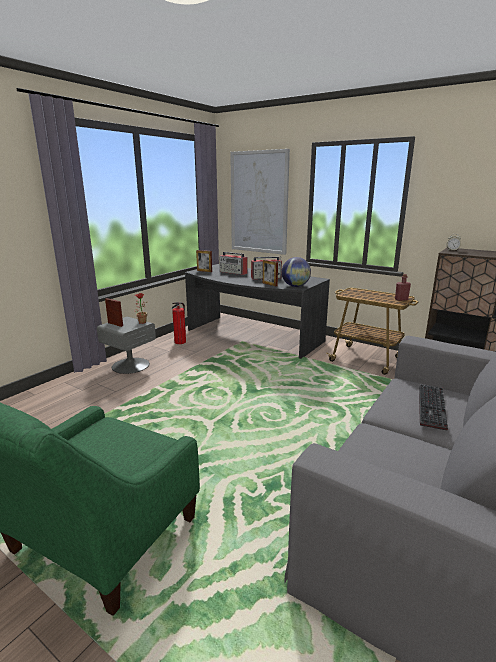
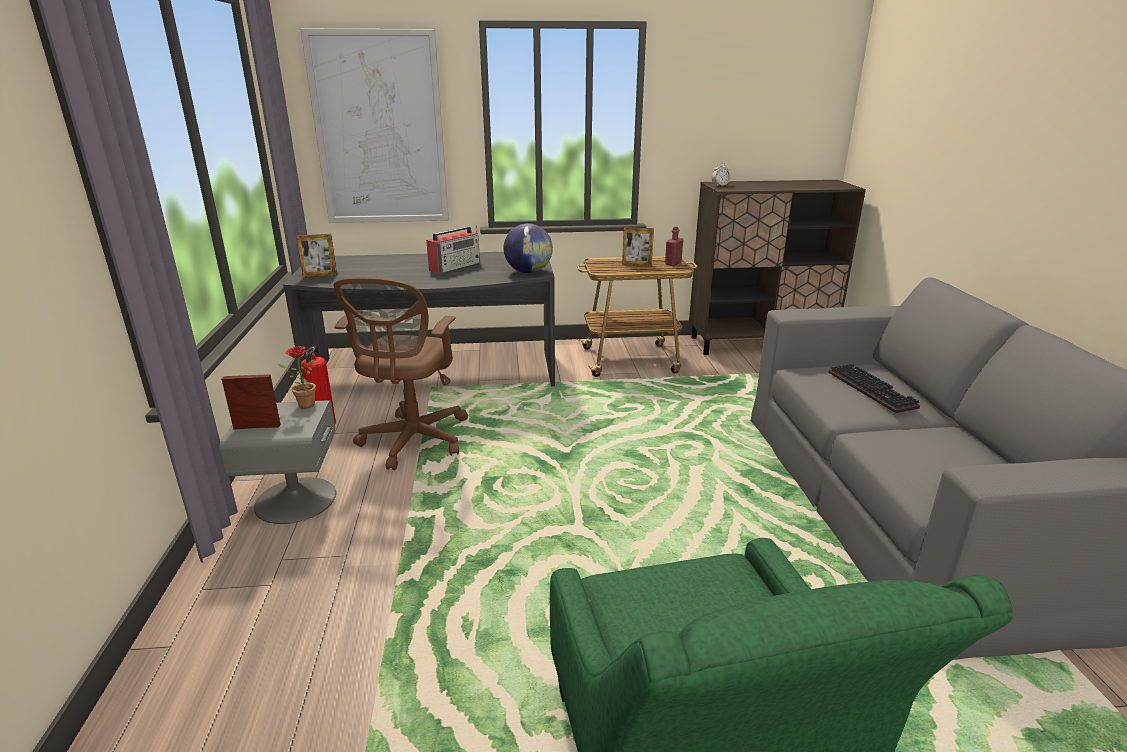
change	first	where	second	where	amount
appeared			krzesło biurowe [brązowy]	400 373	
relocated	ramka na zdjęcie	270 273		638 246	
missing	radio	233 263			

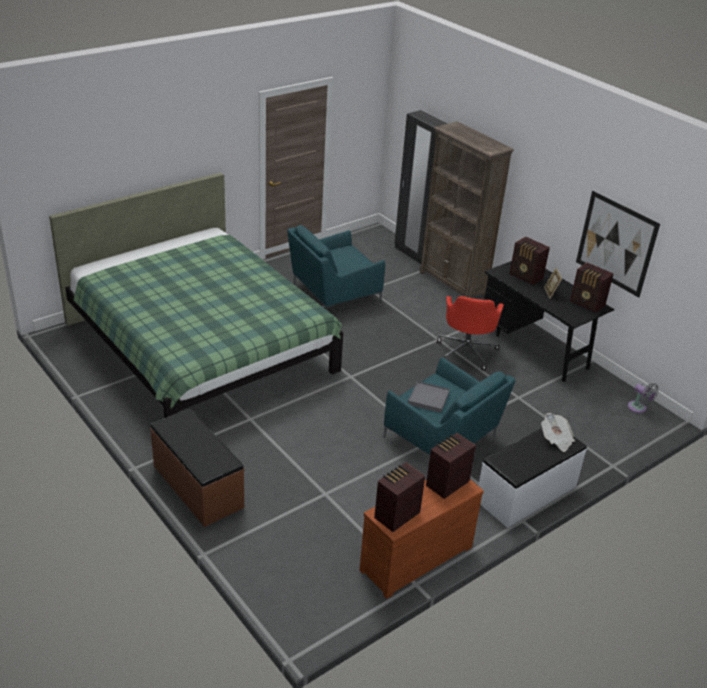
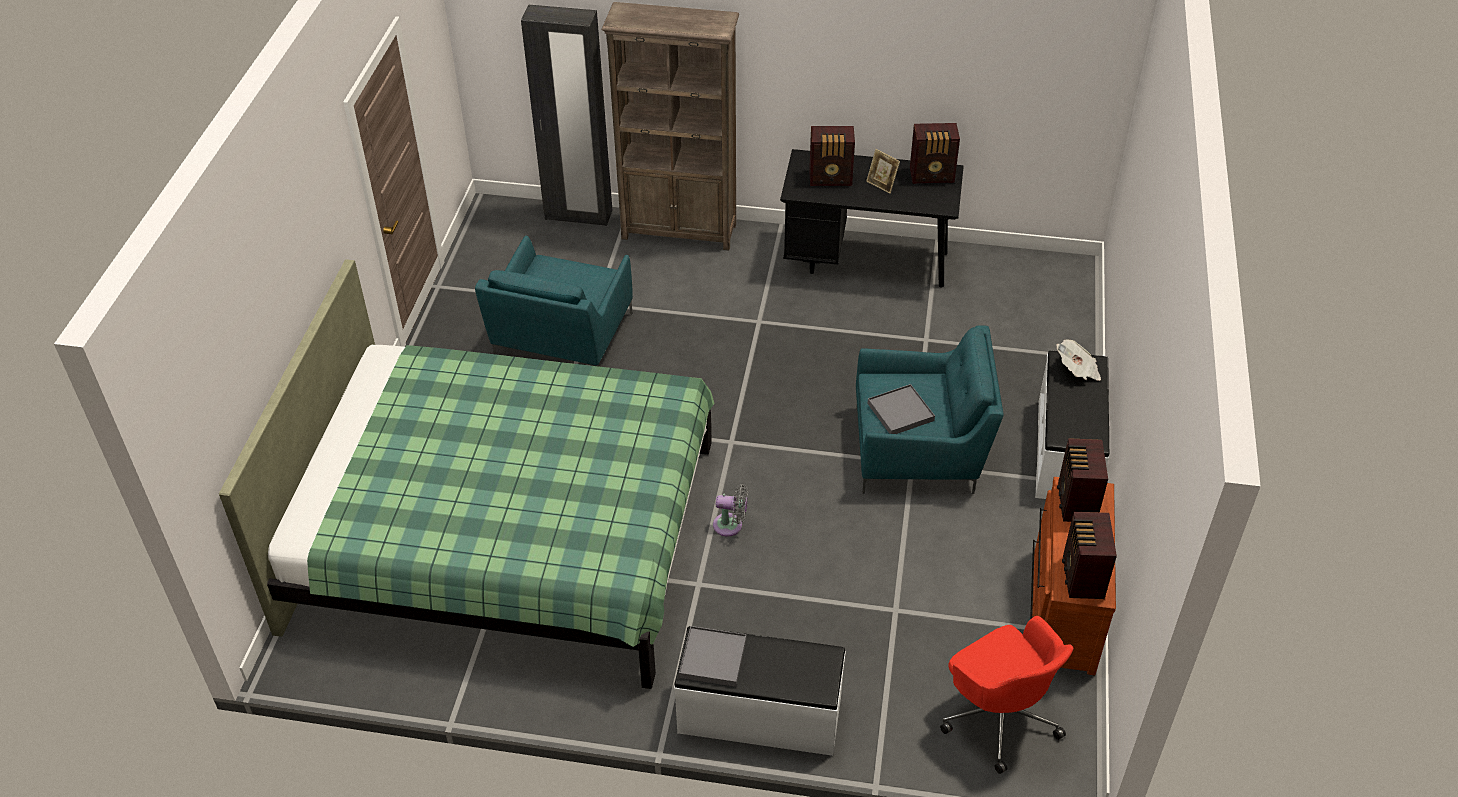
change	first	where	second	where	amount
colour	ławka [brązowy]	197 468	ławka [biały]	760 691	
appeared			taca [szary]	712 656	
relocated	wentylator [szary]	643 398		730 510	
relocated	krzesło biurowe [czerwony]	470 333		1006 695	
missing	obraz	618 244			

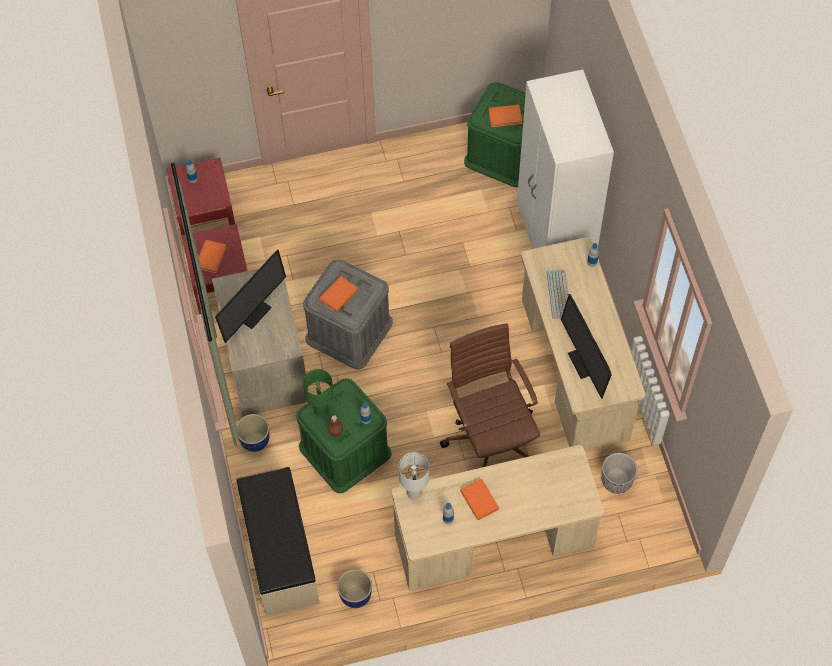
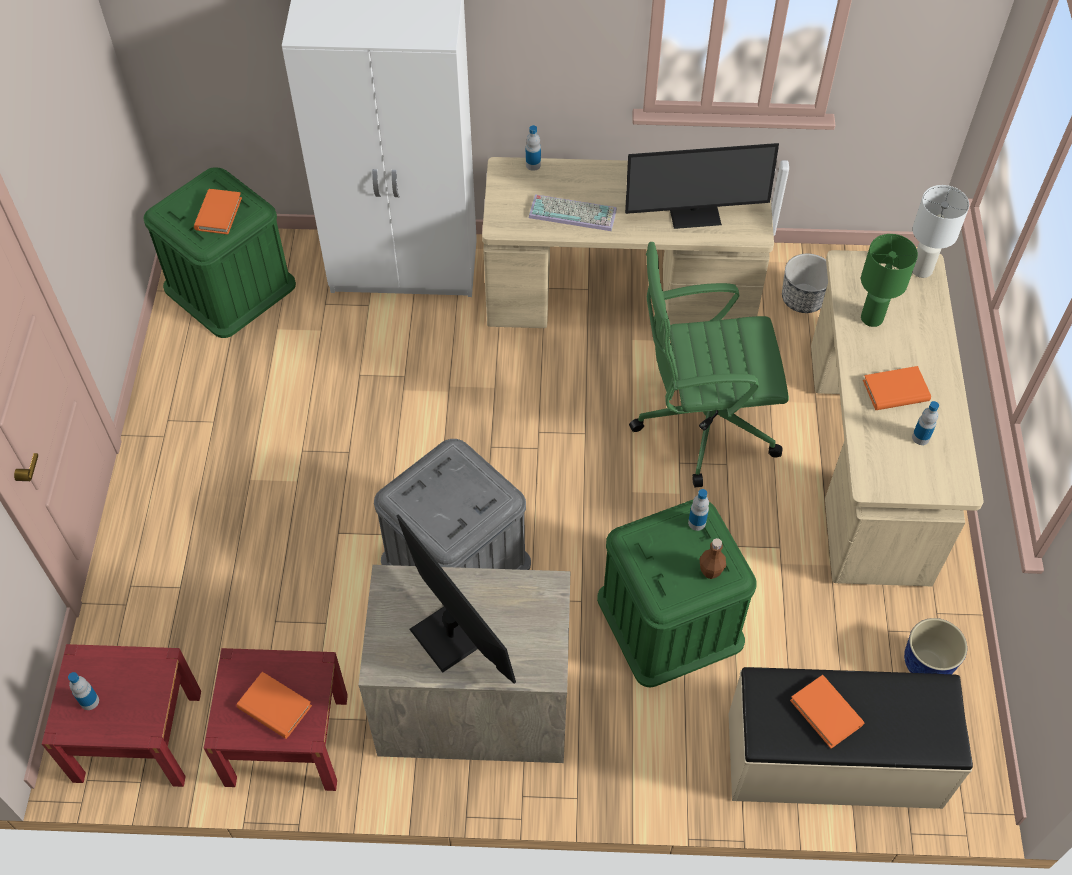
change	first	where	second	where	amount
colour	krzesło biurowe [brązowy]	490 395	krzesło biurowe [zielony]	709 364	
relocated	książka [pomarańczowy]	339 294		827 712	
relocated	lampa stołowa [zielony]	318 393		889 280	
relocated	lampa stołowa [biały]	414 476		940 231	
missing	donica	252 433			

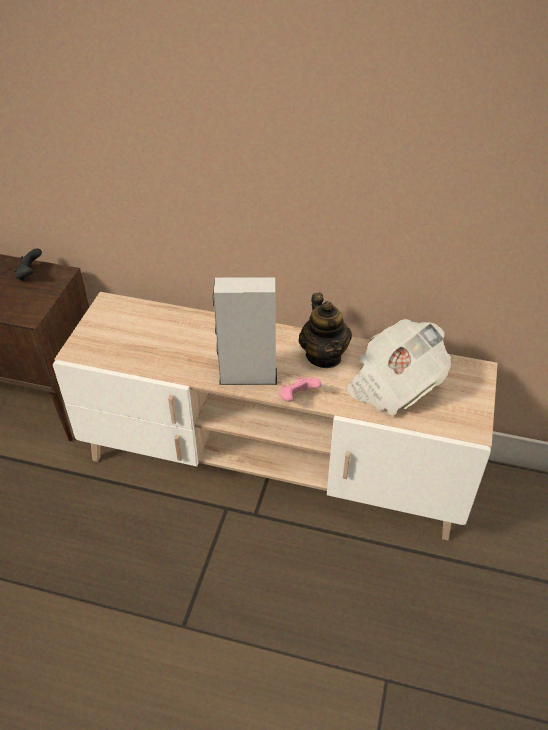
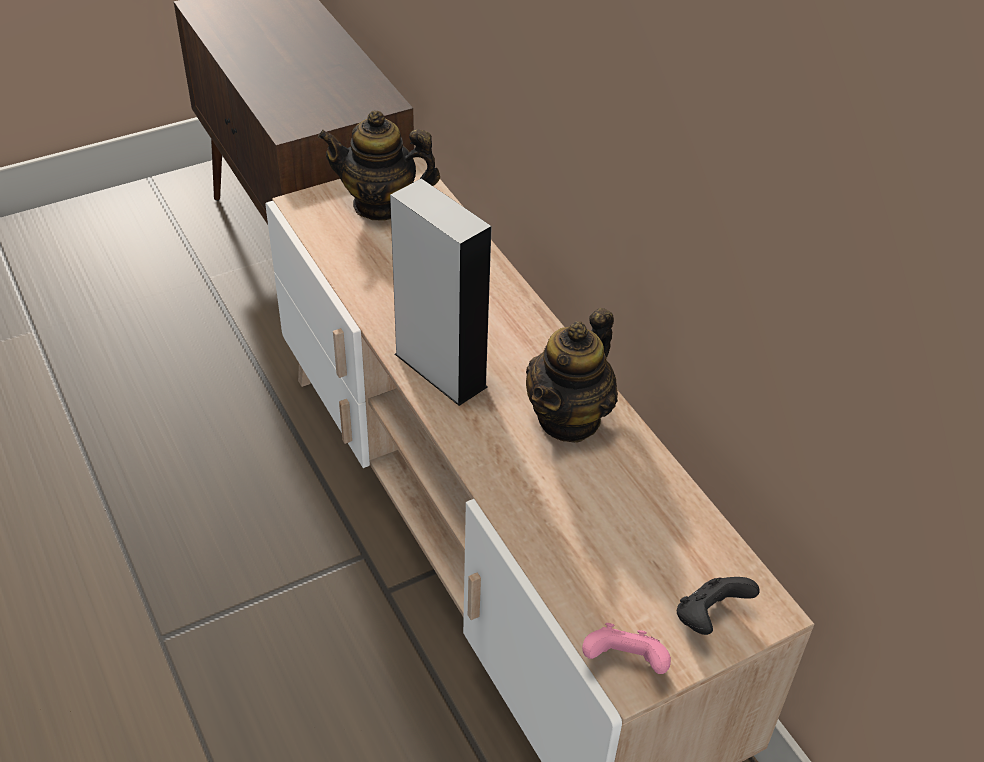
change	first	where	second	where	amount
appeared			imbryk	379 165	
relocated	pad do gier [różowy]	300 389		626 648	
relocated	pad do gier [czarny]	28 264		718 606	
missing	gazeta	399 367			

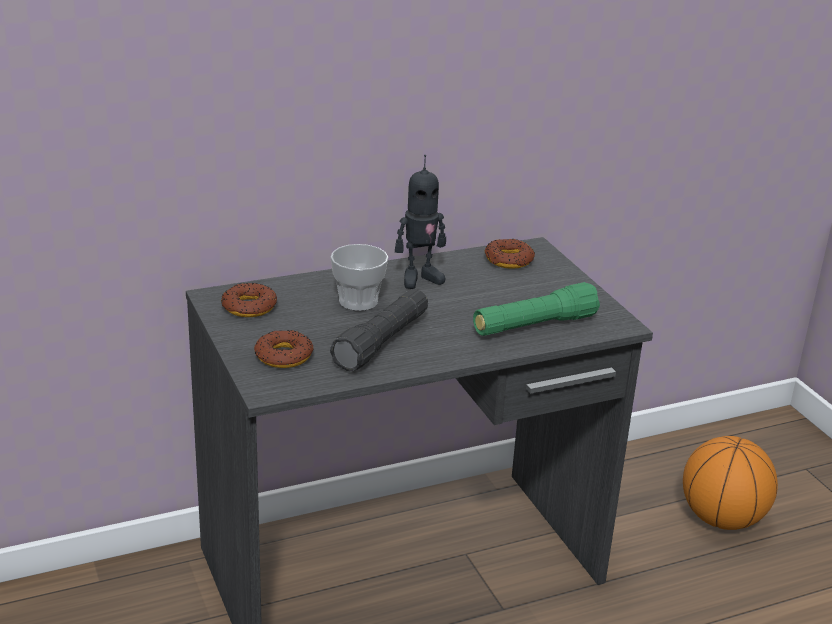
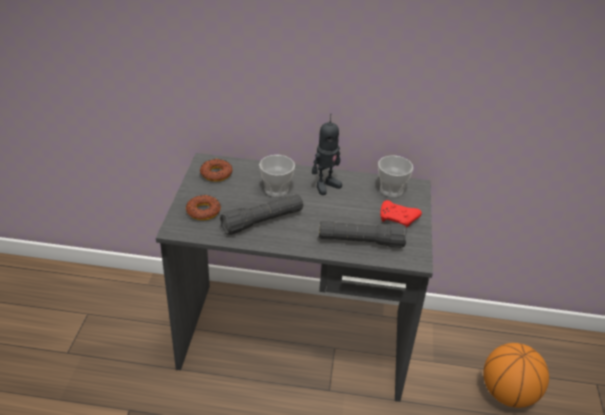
change	first	where	second	where	amount
spun	robot zabawkowy	420 222		327 154	45 degrees counterclockwise
colour	latarka [zielony]	536 309	latarka [czarny]	363 234	
exchanged	donut	510 254	filiżanka	395 176	
appeared			pad do gier [czerwony]	401 214	

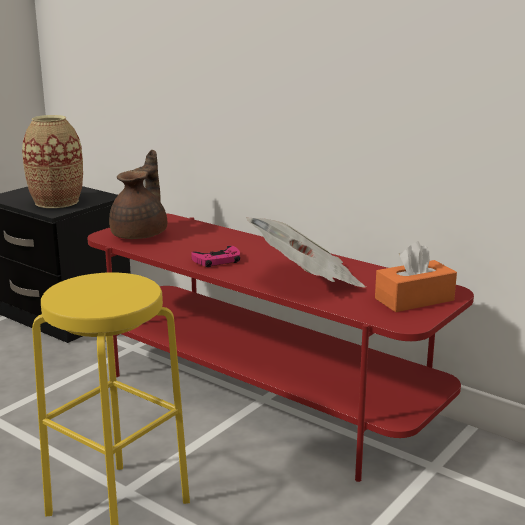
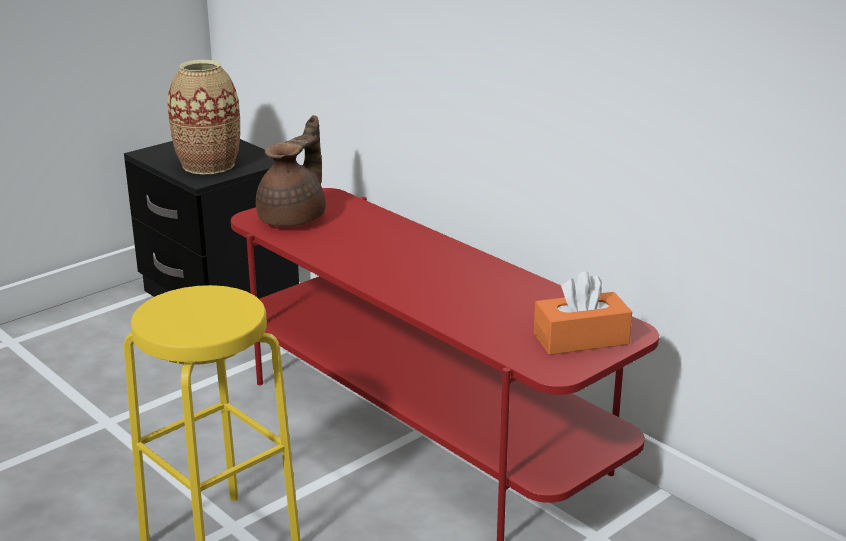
change	first	where	second	where	amount
missing	pad do gier [różowy]	215 256			
missing	gazeta	306 252			

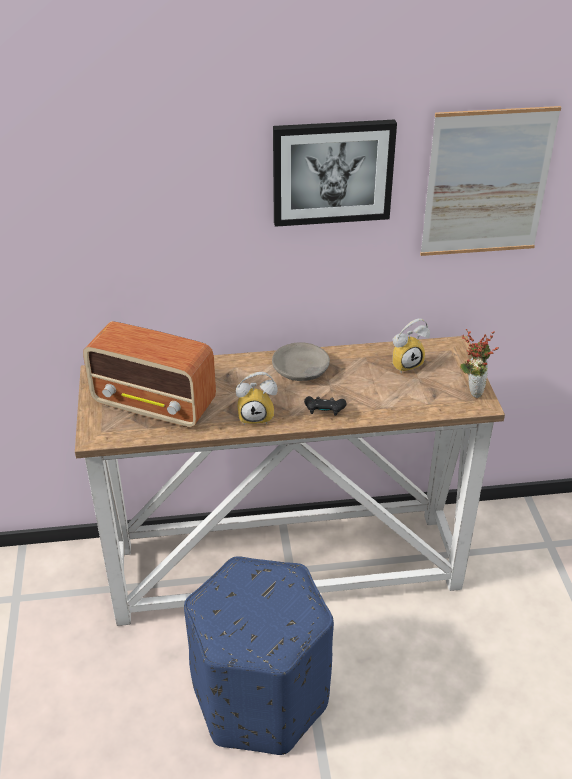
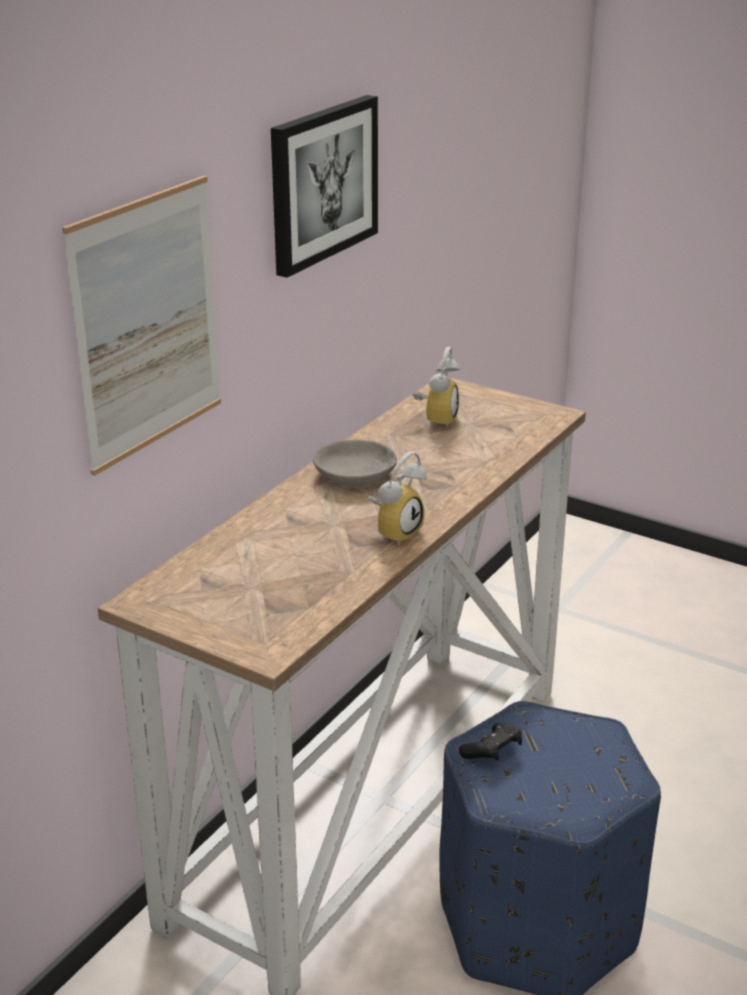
change	first	where	second	where	amount
relocated	obraz	490 181		141 326	
relocated	pad do gier [czarny]	325 406		490 742	
missing	radio	149 374			
missing	roślina doniczkowa	479 363			

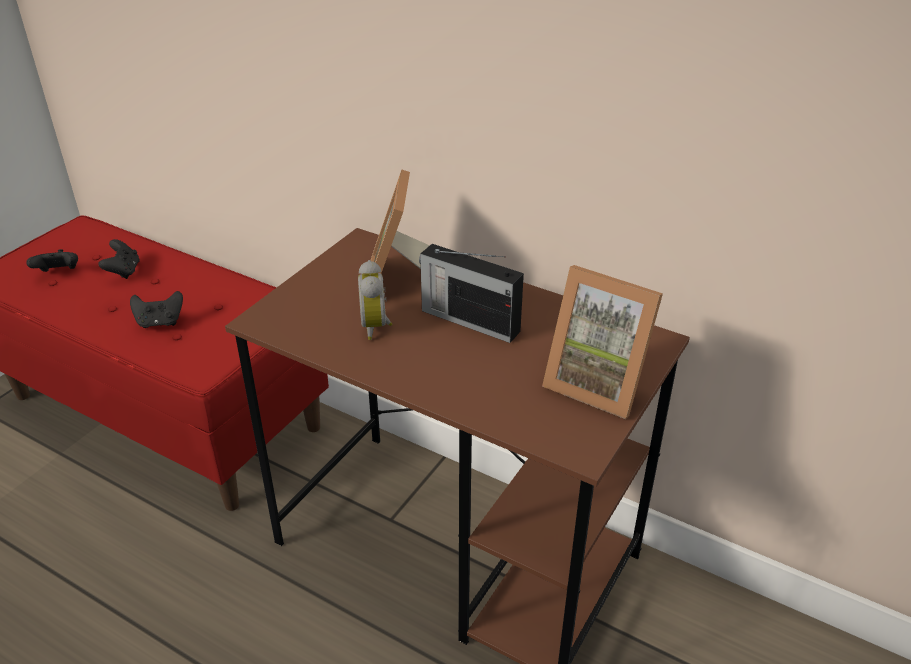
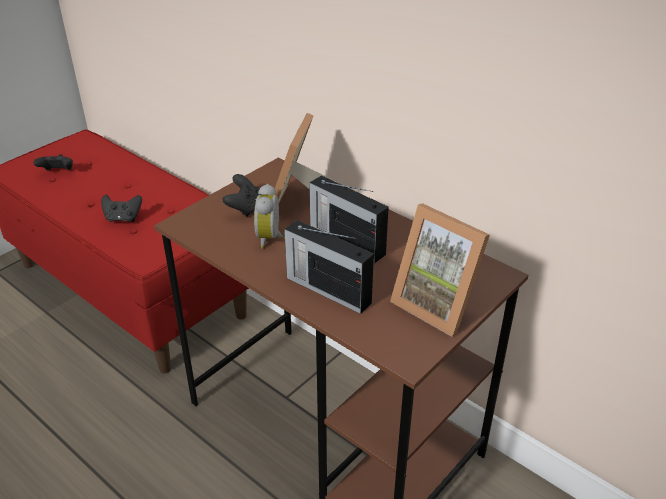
change	first	where	second	where	amount
relocated	pad do gier [czarny]	119 259		241 195	
appeared			radio	329 267	

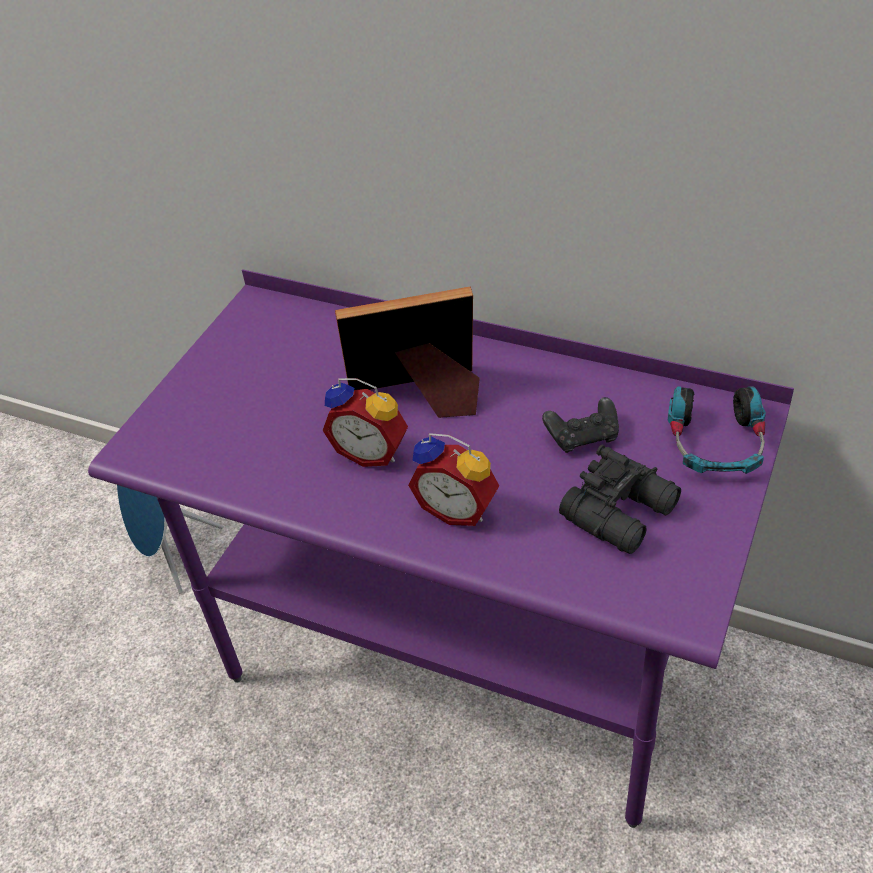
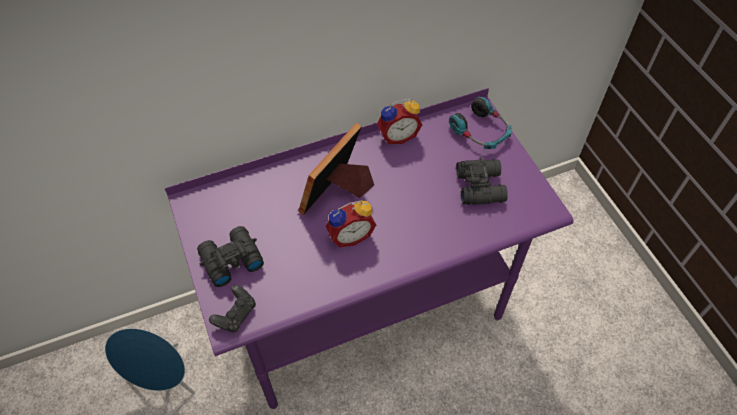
change	first	where	second	where	amount
appeared			lornetka [czarny]	230 256	
relocated	pad do gier [czarny]	580 425		232 308	
relocated	budzik	453 479		399 121	

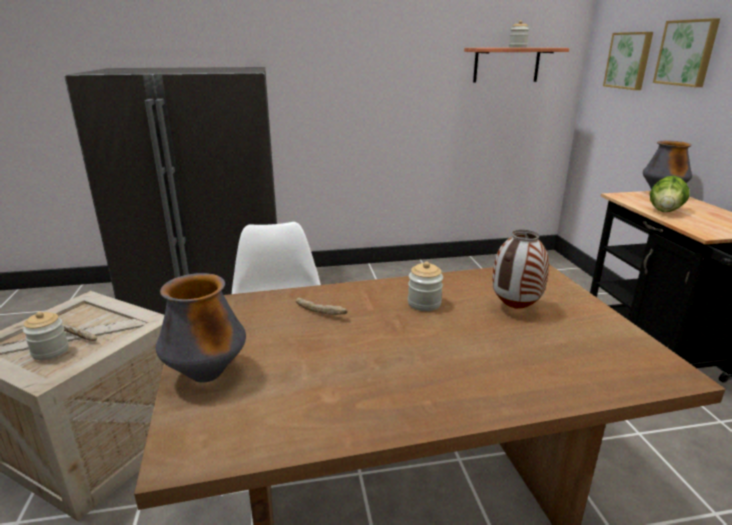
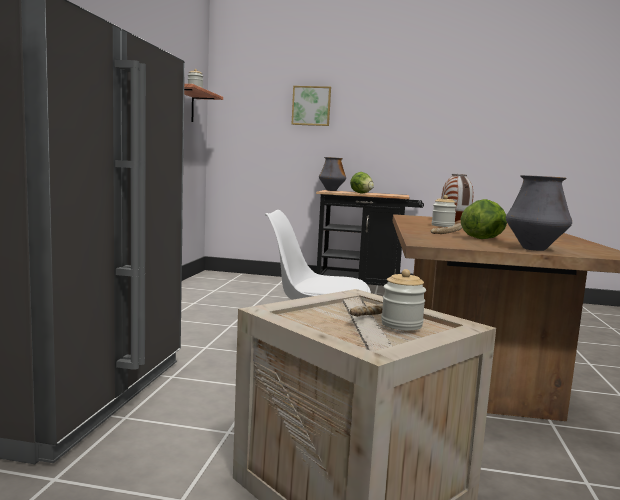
change	first	where	second	where	amount
appeared			sałata	484 219	
missing	obraz	628 61			

